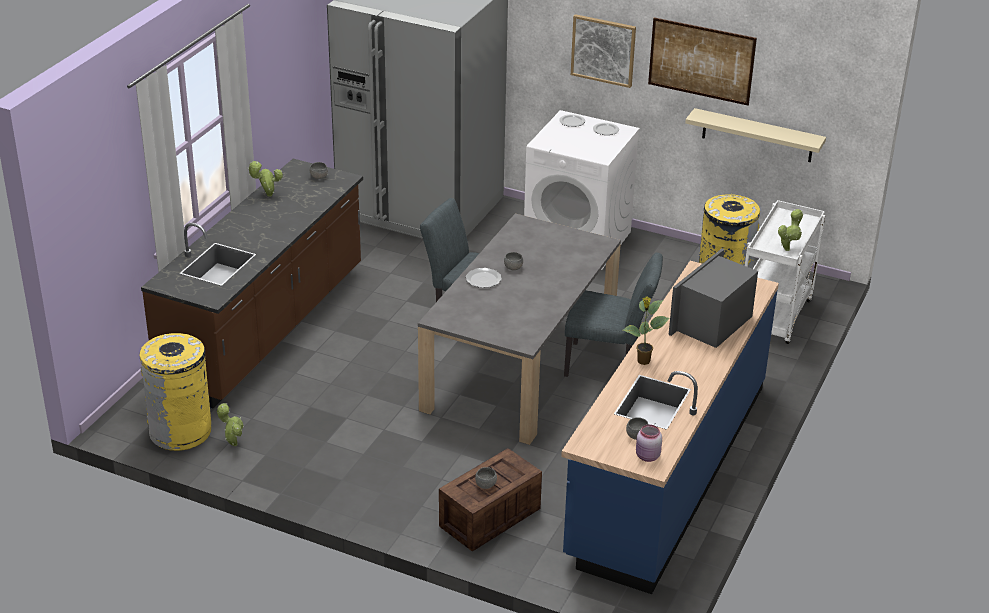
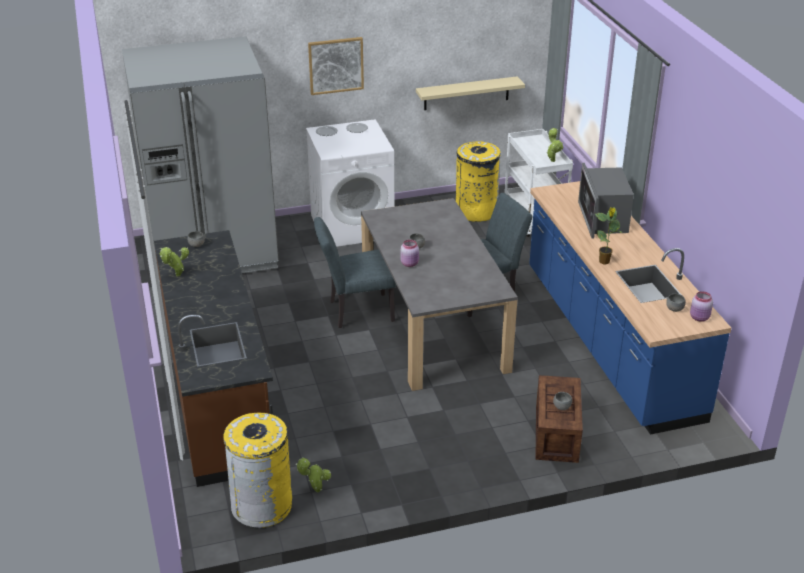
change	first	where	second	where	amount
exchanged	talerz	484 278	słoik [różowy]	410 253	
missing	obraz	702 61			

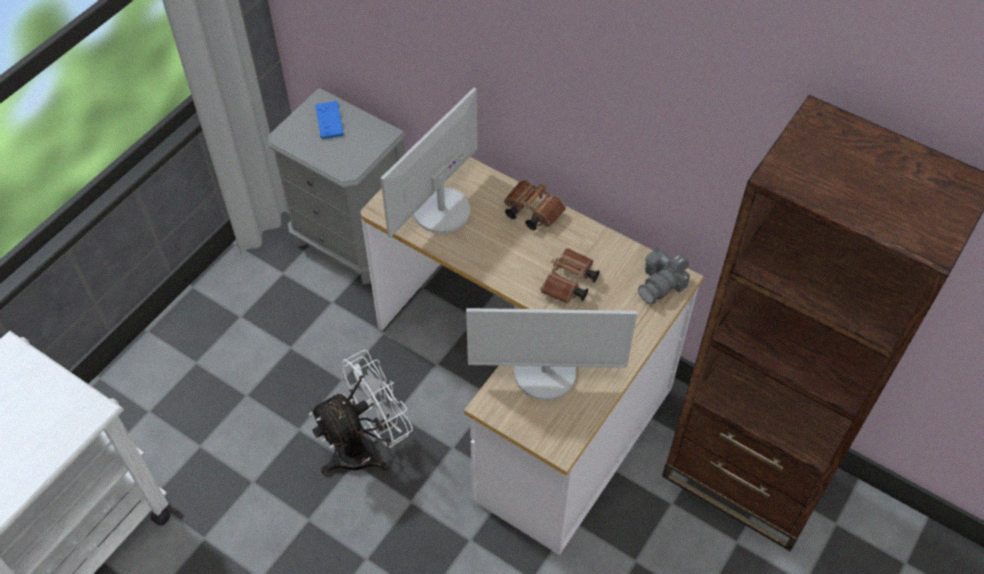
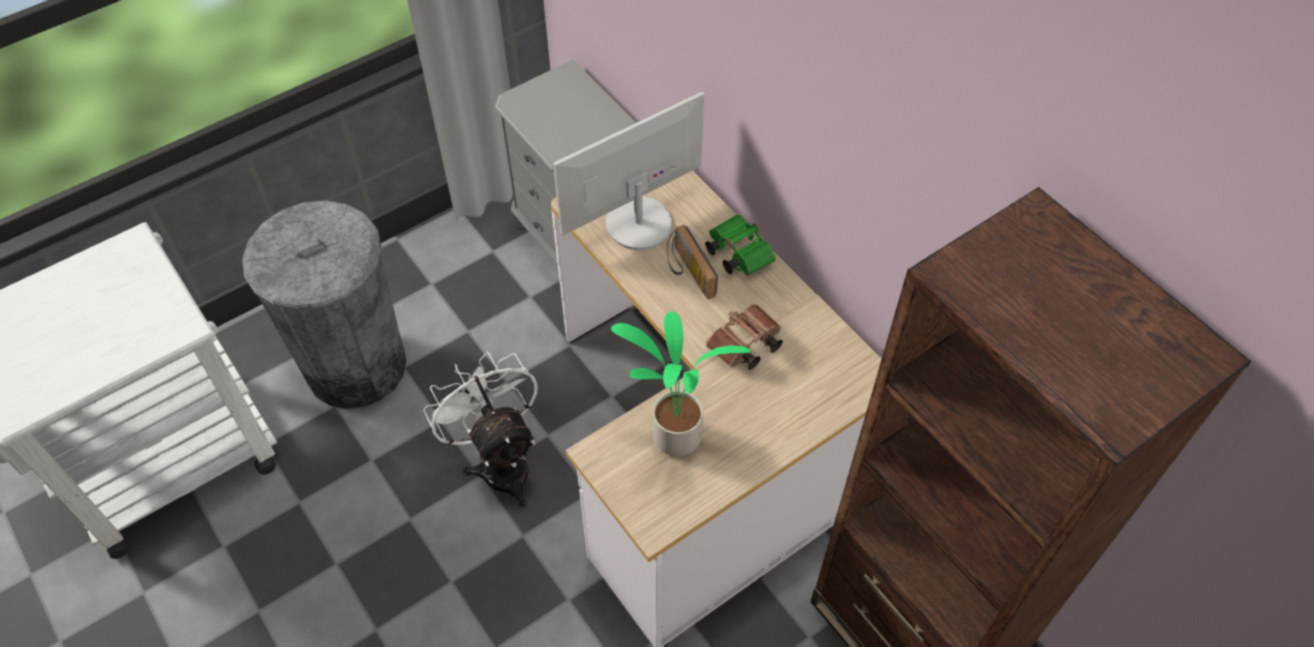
change	first	where	second	where	amount
appeared			kosz na śmieci [szary]	324 305	
spun	wentylator [biały]	361 412		480 430	105 degrees counterclockwise
exchanged	monitor	551 354	roślina doniczkowa	681 383	
appeared			radio	692 262	
colour	lornetka [brązowy]	535 205	lornetka [zielony]	740 245	
missing	pad do gier [niebieski]	329 120			
missing	aparat fotograficzny	664 276			

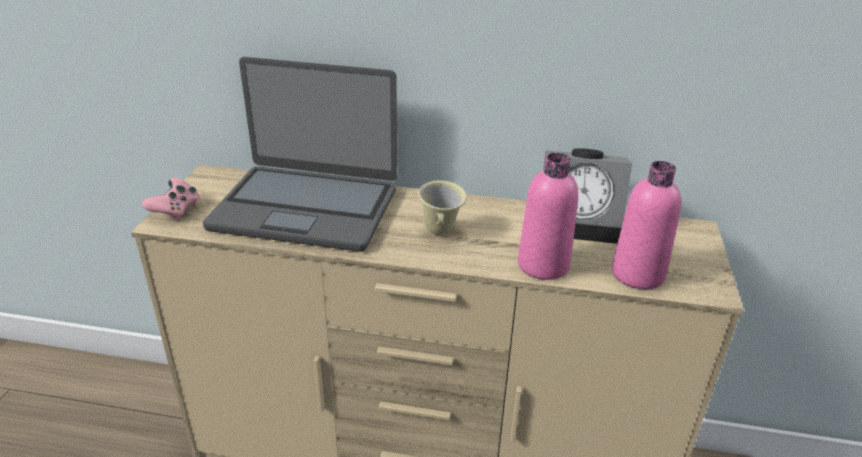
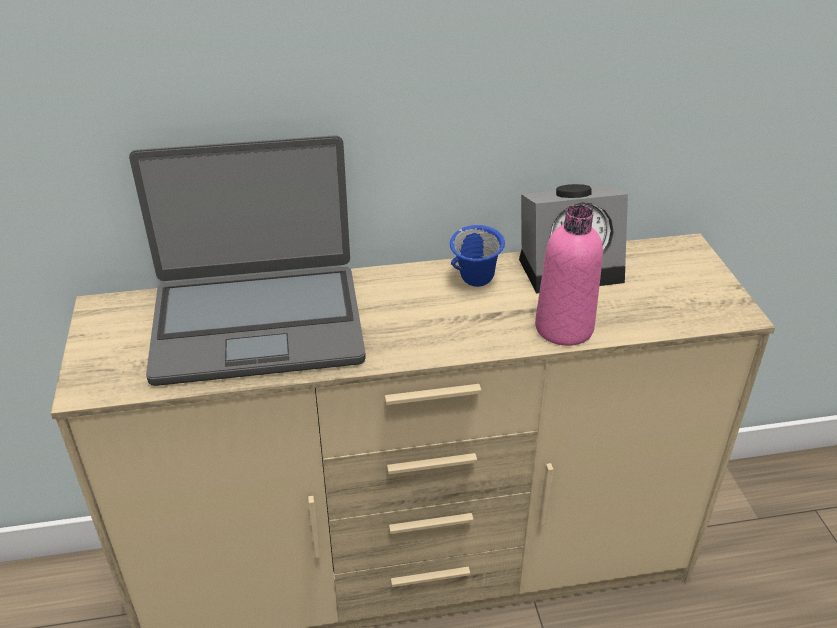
change	first	where	second	where	amount
appeared			kubek [niebieski]	477 256	
missing	pad do gier [różowy]	170 199			
missing	kubek [beżowy]	442 207			
missing	butelka [różowy]	646 225			

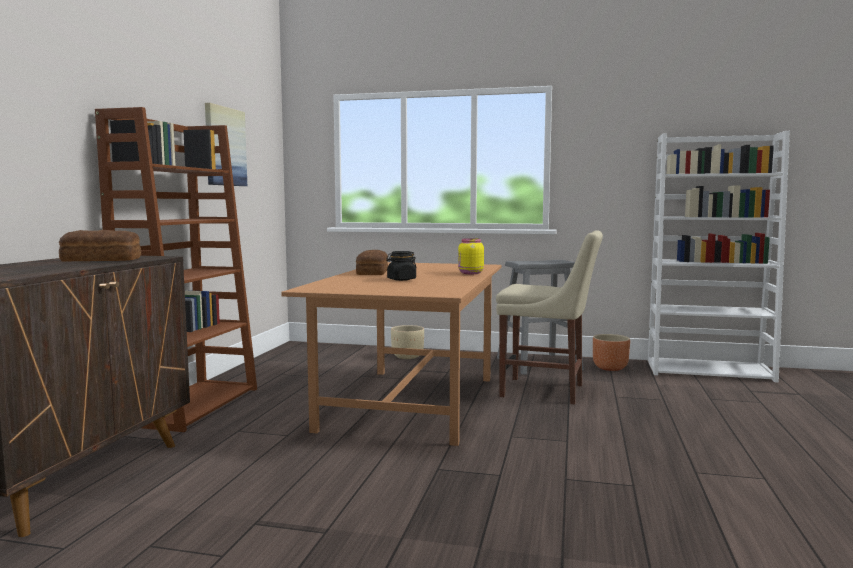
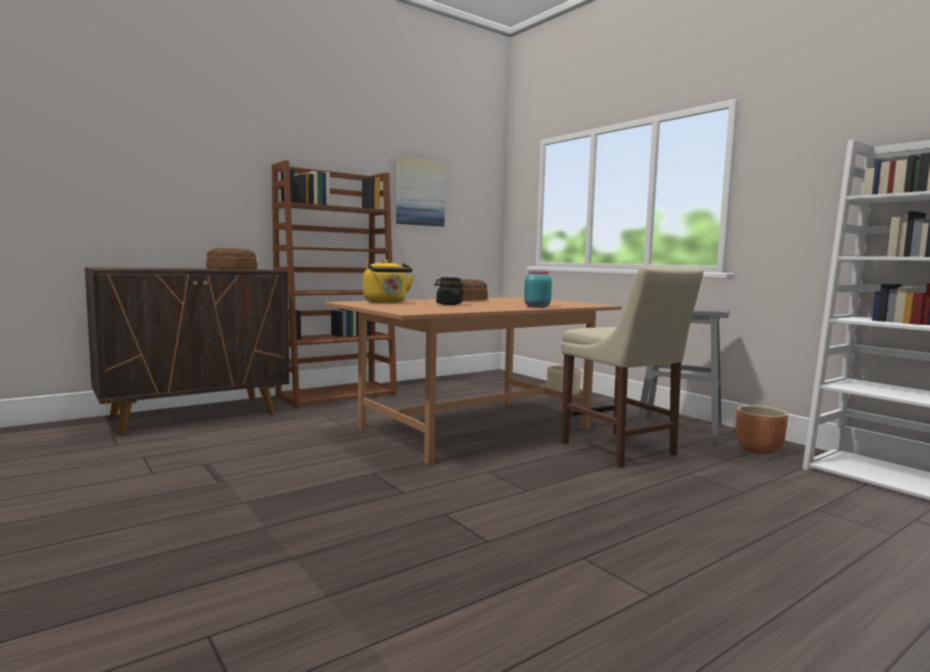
change	first	where	second	where	amount
appeared			czajnik [żółty]	388 281	
colour	słoik [żółty]	471 256	słoik [turkusowy]	538 289	

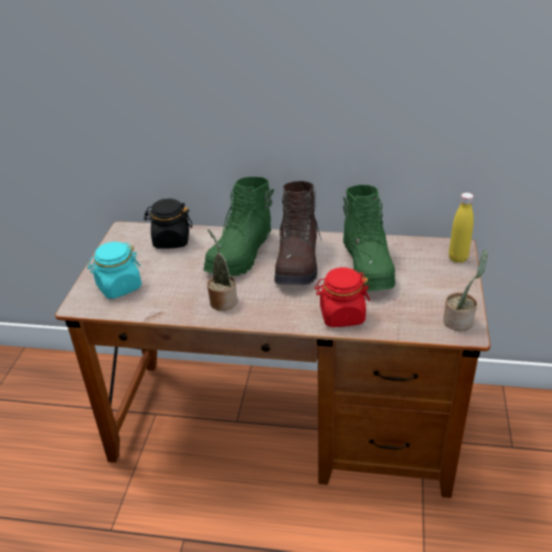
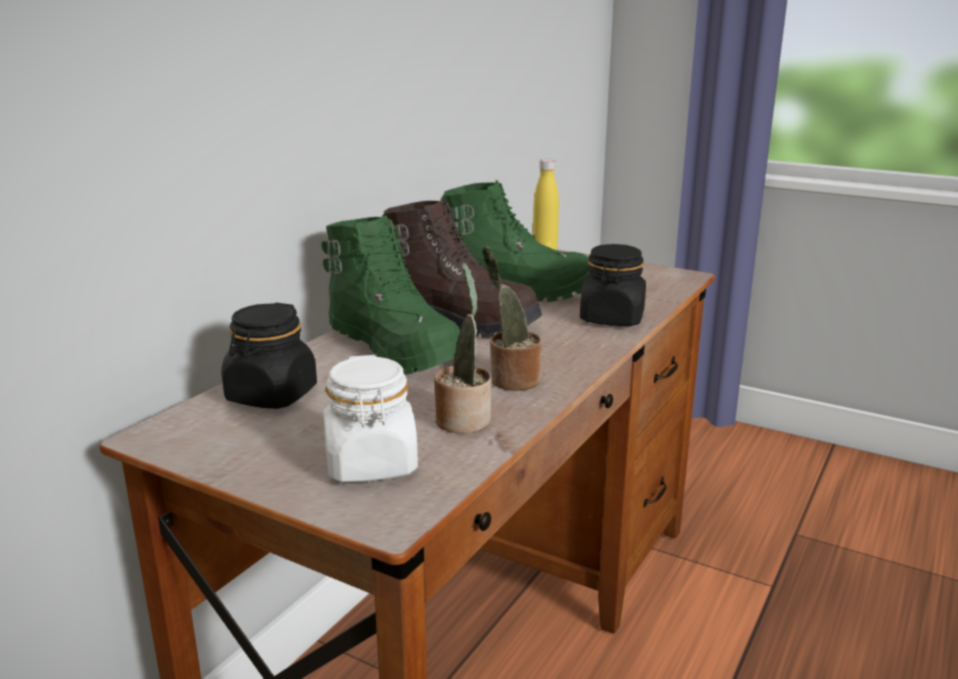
change	first	where	second	where	amount
colour	słoik [turkusowy]	114 270	słoik [biały]	370 418	
relocated	roślina doniczkowa	465 290		462 347	
colour	słoik [czerwony]	342 297	słoik [czarny]	613 285	

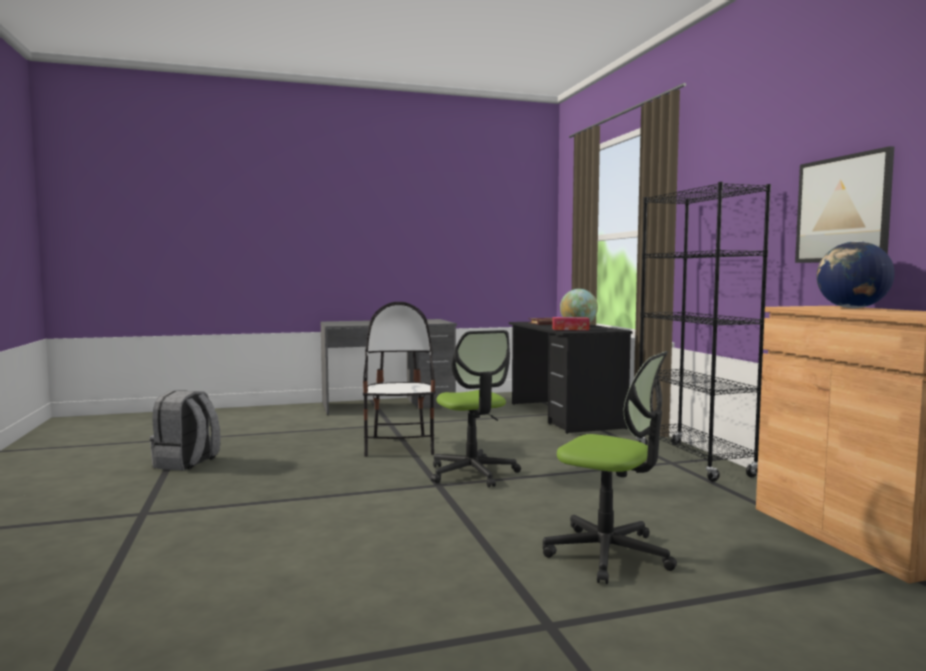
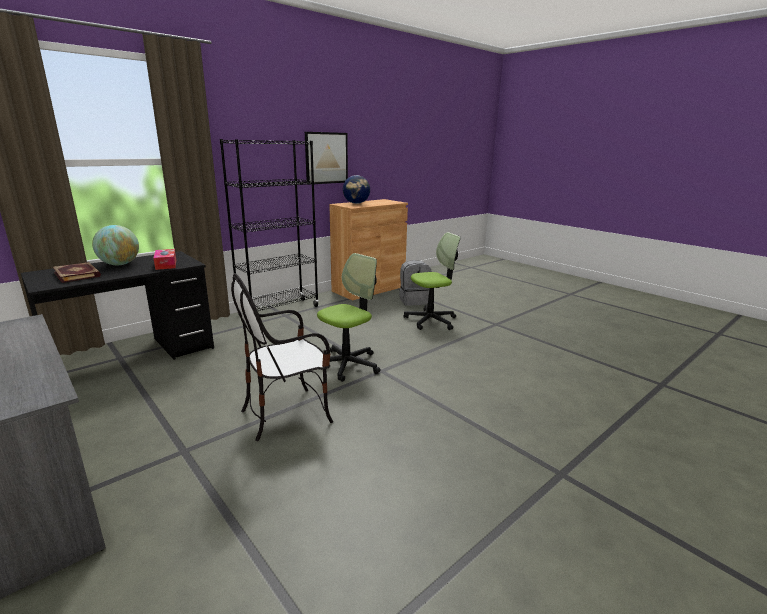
change	first	where	second	where	amount
relocated	plecak [szary]	185 430		415 283	
spun	krzesło biurowe	610 467		432 281	60 degrees clockwise

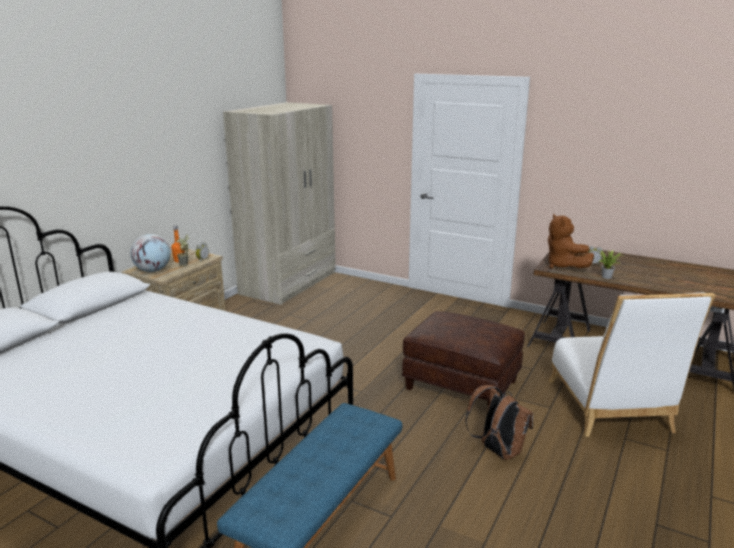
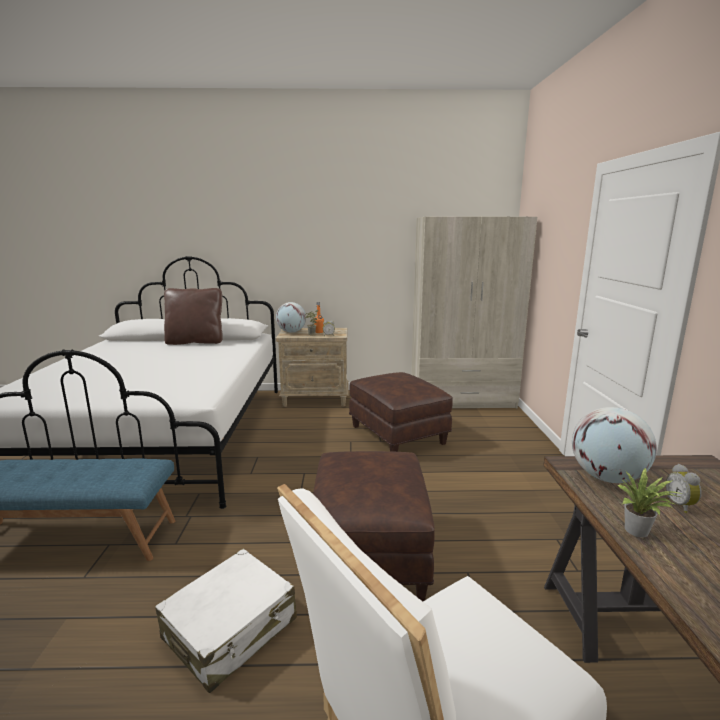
change	first	where	second	where	amount
exchanged	plecak [brązowy]	499 422	walizka [biały]	226 621	
appeared			poduszka [brązowy]	193 316	
appeared			pufa [brązowy]	401 412	
exchanged	pluszak [brązowy]	571 241	globus	614 445	

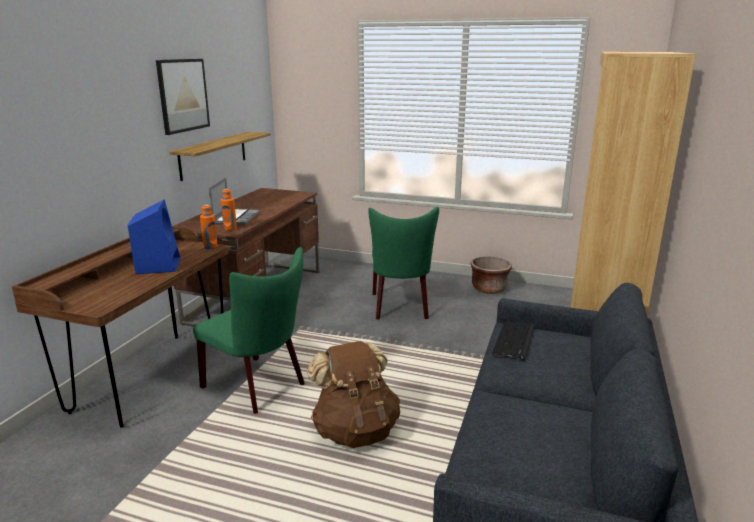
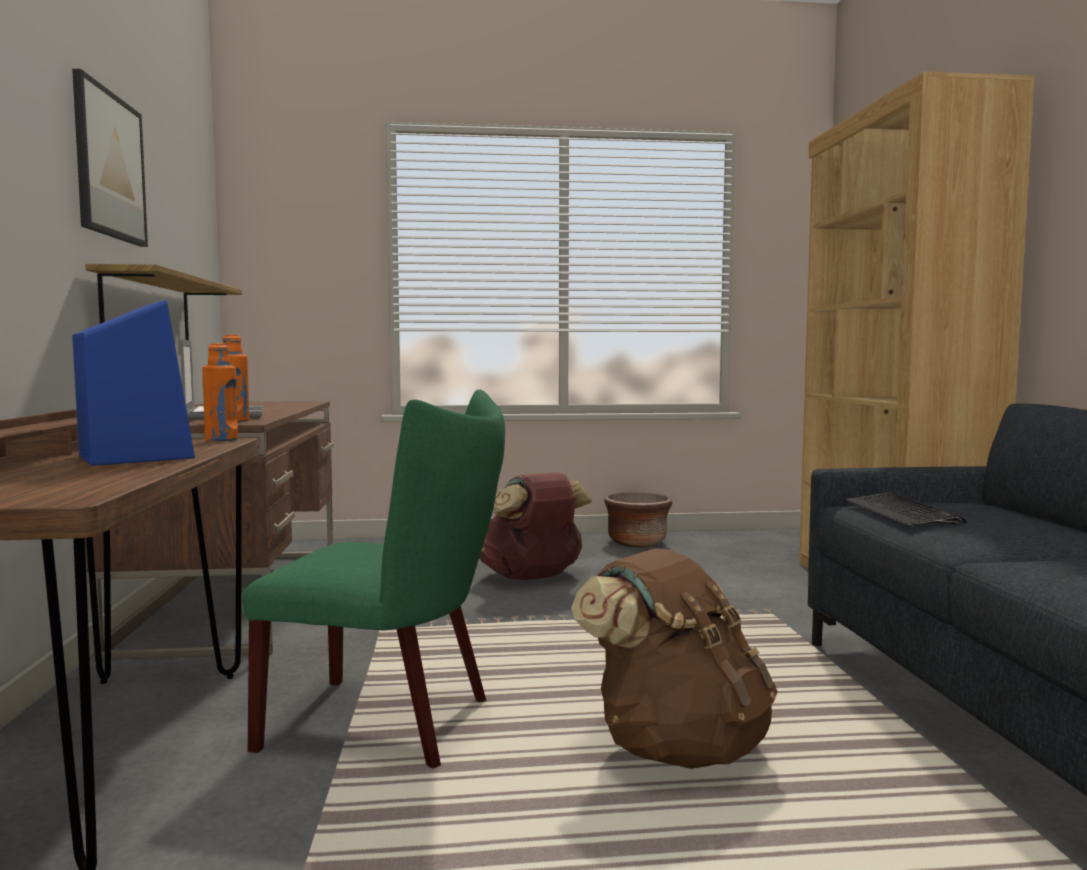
change	first	where	second	where	amount
exchanged	krzesło [zielony]	403 263	plecak [brązowy]	535 526	

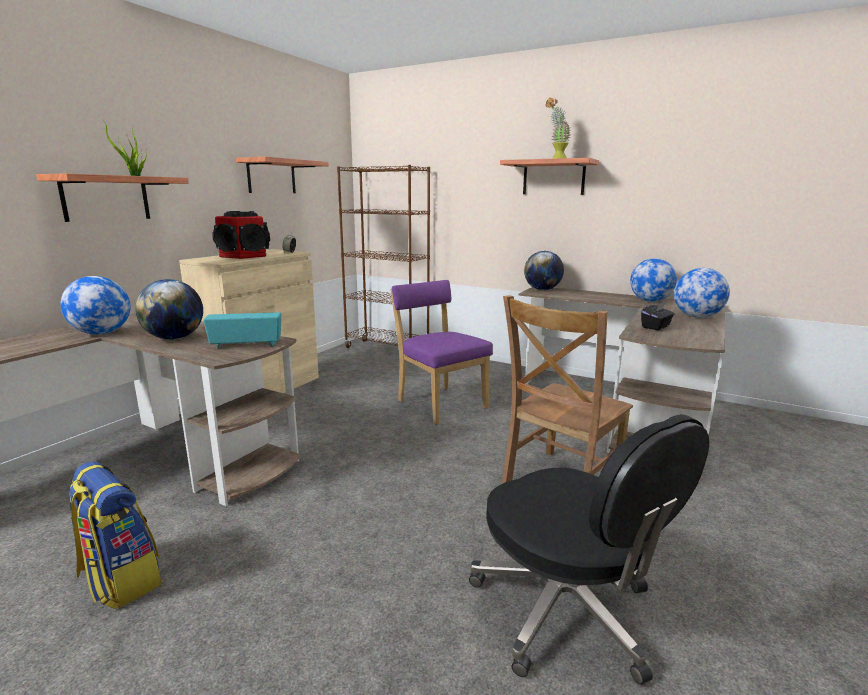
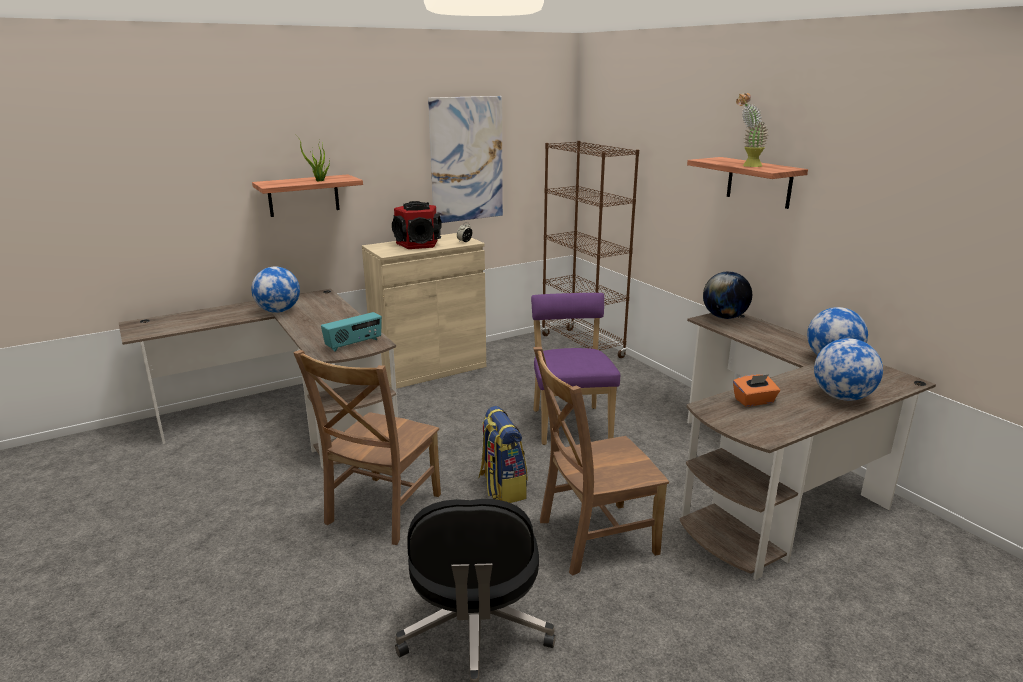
change	first	where	second	where	amount
appeared			krzesło [brązowy]	367 447	
spun	radio	242 330		351 332	120 degrees clockwise
exchanged	półka	282 175	obraz	465 159	
relocated	plecak	115 535		502 454	
colour	pudełko chusteczek [czarny]	657 315	pudełko chusteczek [pomarańczowy]	756 390	
missing	globus	169 309			

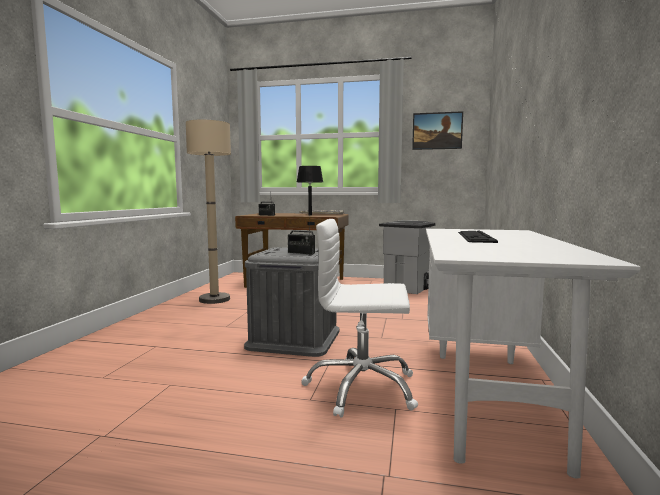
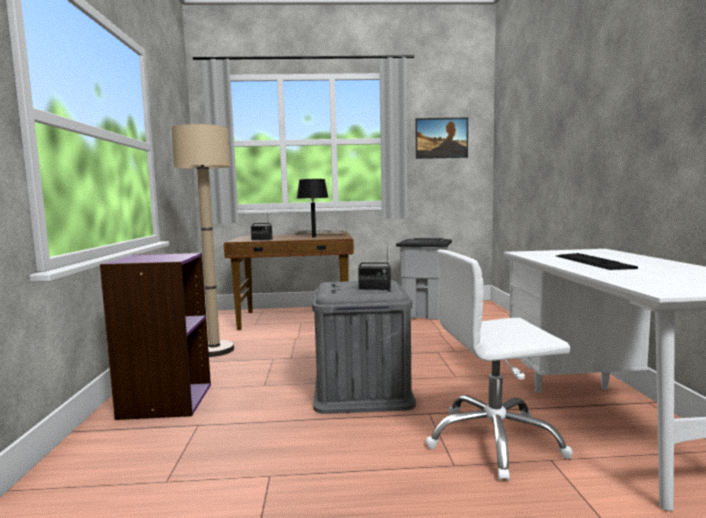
change	first	where	second	where	amount
appeared			regał [fioletowy]	155 336	

